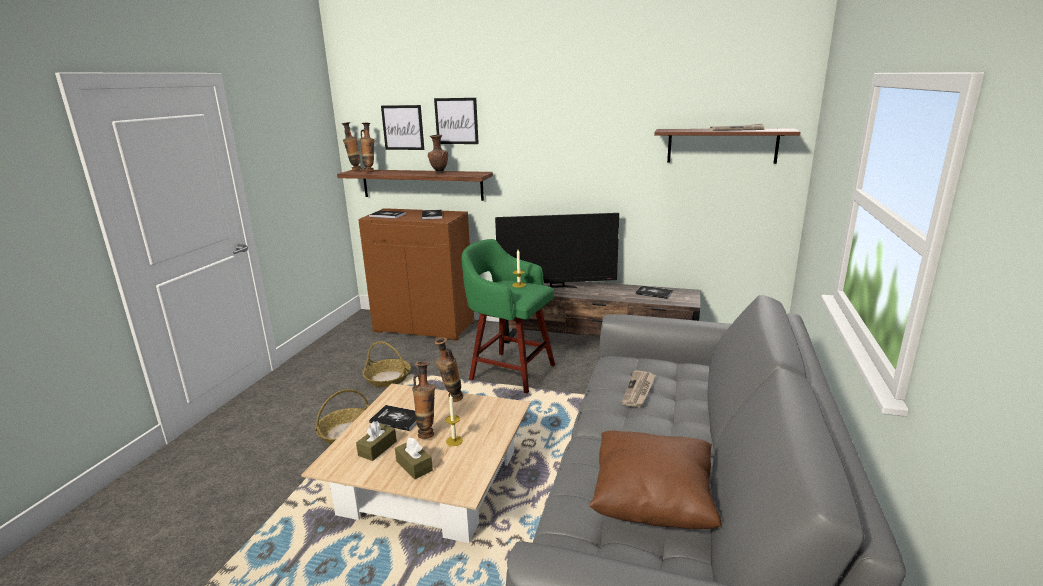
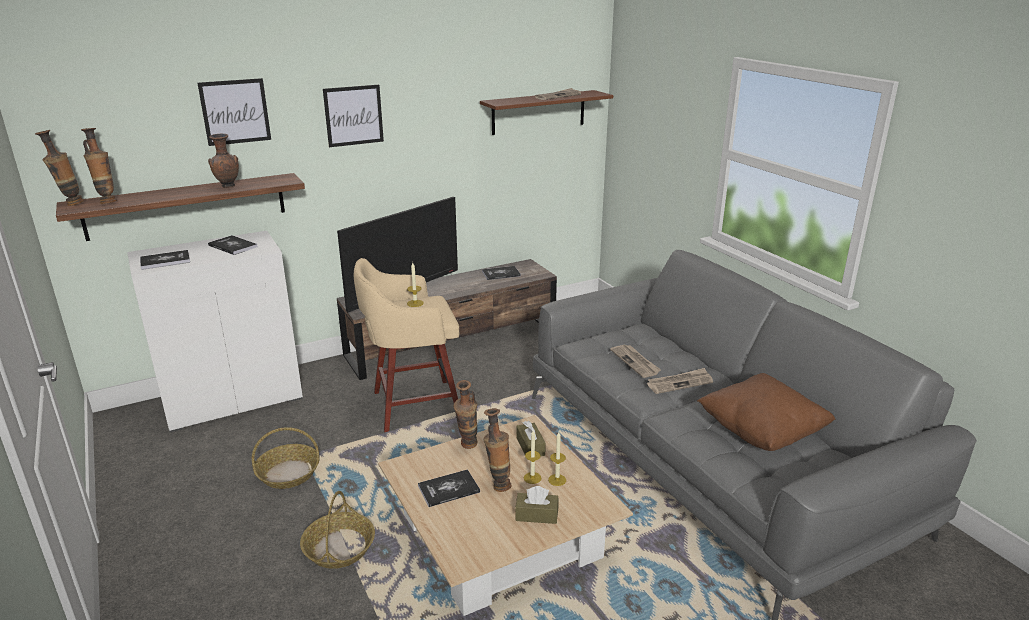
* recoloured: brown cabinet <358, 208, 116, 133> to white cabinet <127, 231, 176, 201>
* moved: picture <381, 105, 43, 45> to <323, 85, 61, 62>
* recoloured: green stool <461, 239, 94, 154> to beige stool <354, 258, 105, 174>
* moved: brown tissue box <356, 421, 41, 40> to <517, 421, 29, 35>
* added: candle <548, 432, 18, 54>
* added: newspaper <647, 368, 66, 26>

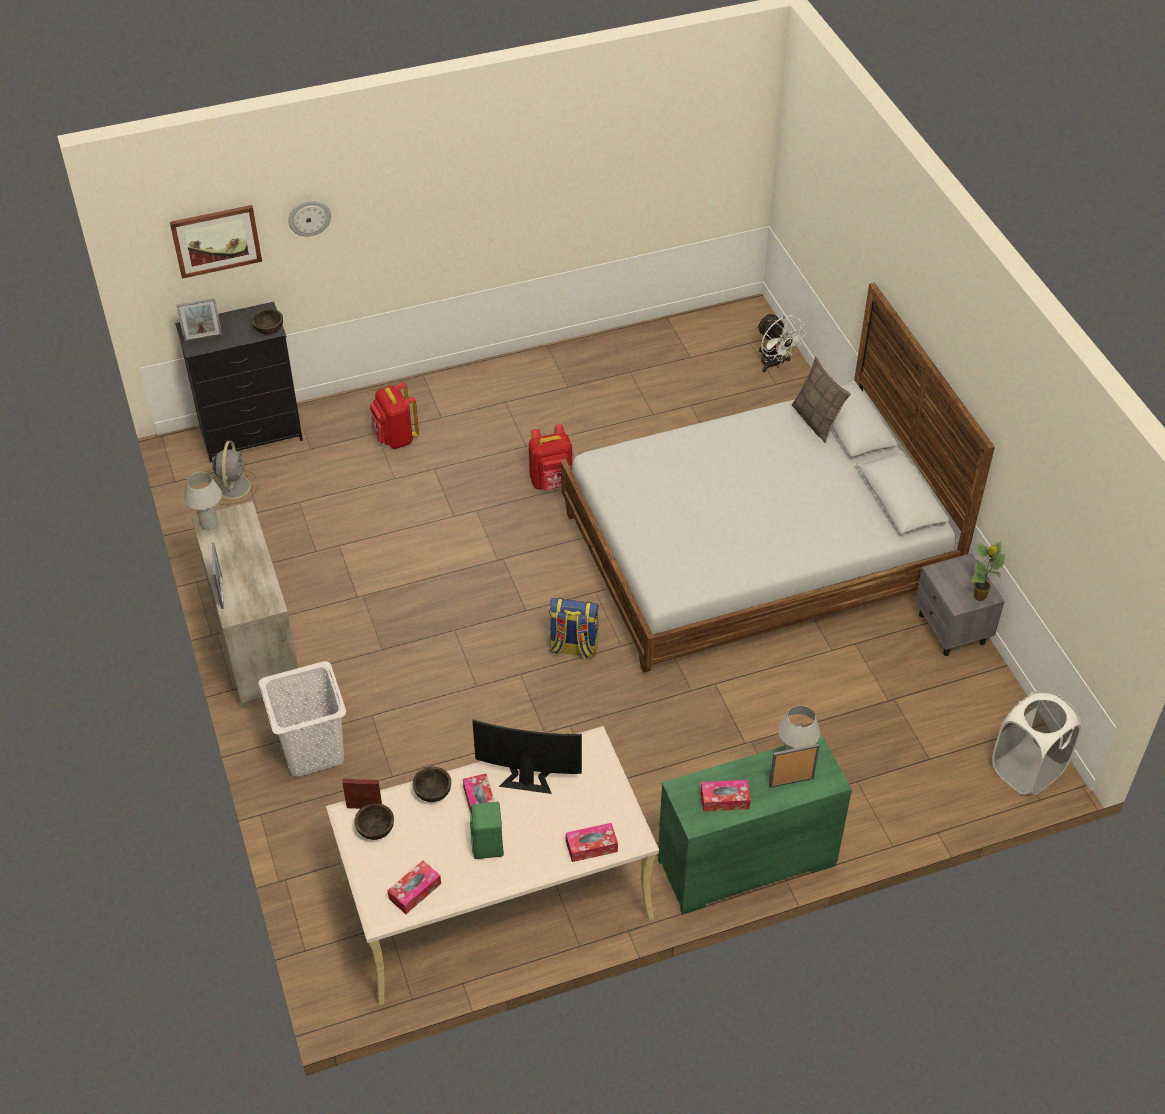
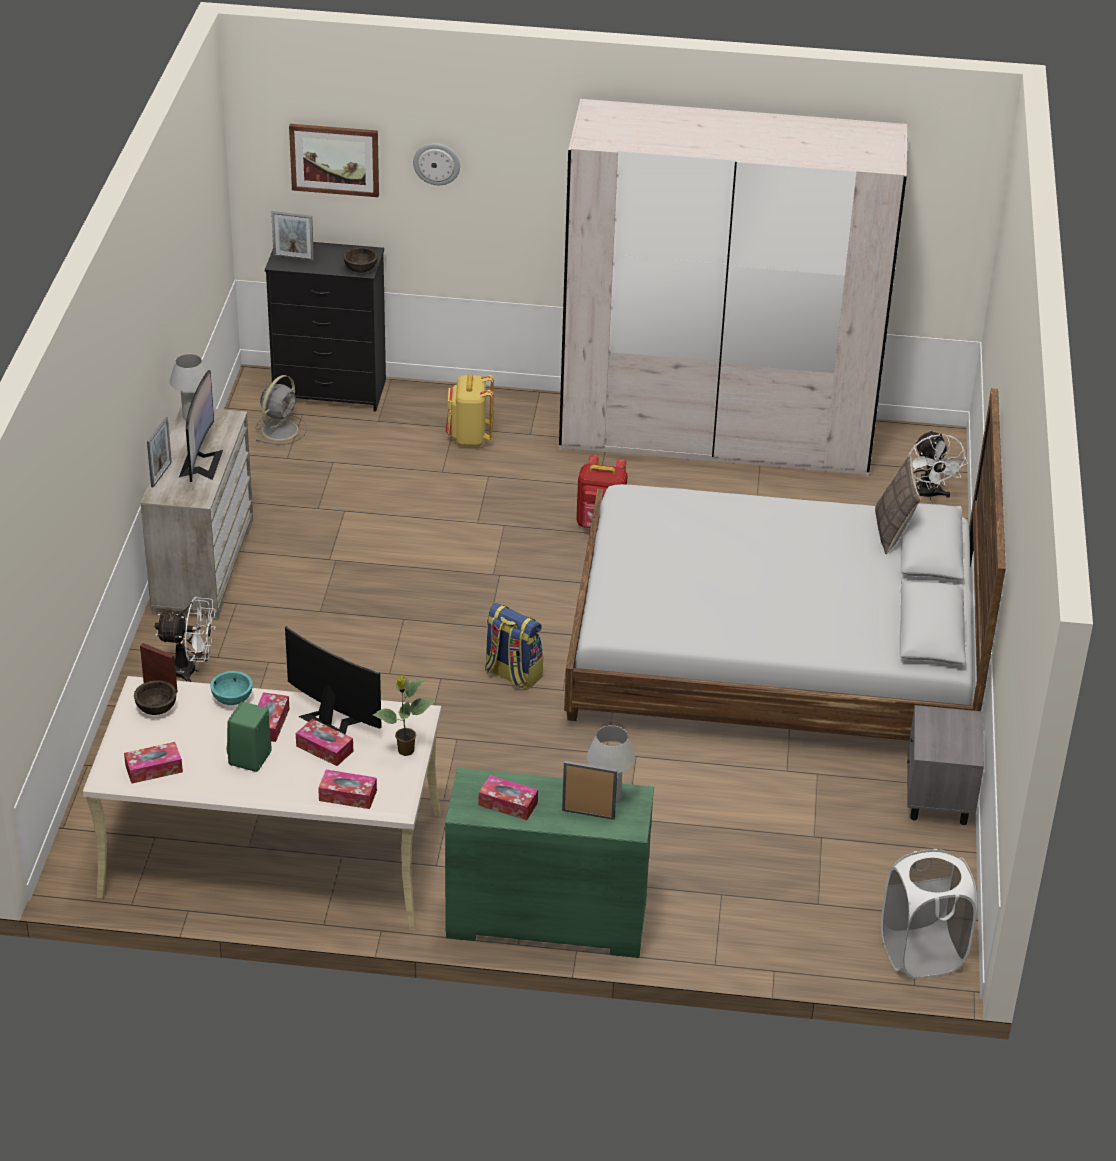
* replaced: white laundry basket <259, 661, 87, 116> to white fan <155, 597, 61, 85>
* added: monitor <179, 370, 44, 112>
* recoloured: brown bowl <413, 767, 38, 35> to turquoise bowl <210, 671, 43, 34>
* added: tissue box <296, 719, 57, 47>
* moved: potted plant <971, 541, 35, 60> to <373, 676, 61, 80>
* recoloured: red backpack <370, 382, 49, 67> to yellow backpack <446, 374, 48, 73>
* added: beige wardrobe <559, 99, 348, 378>

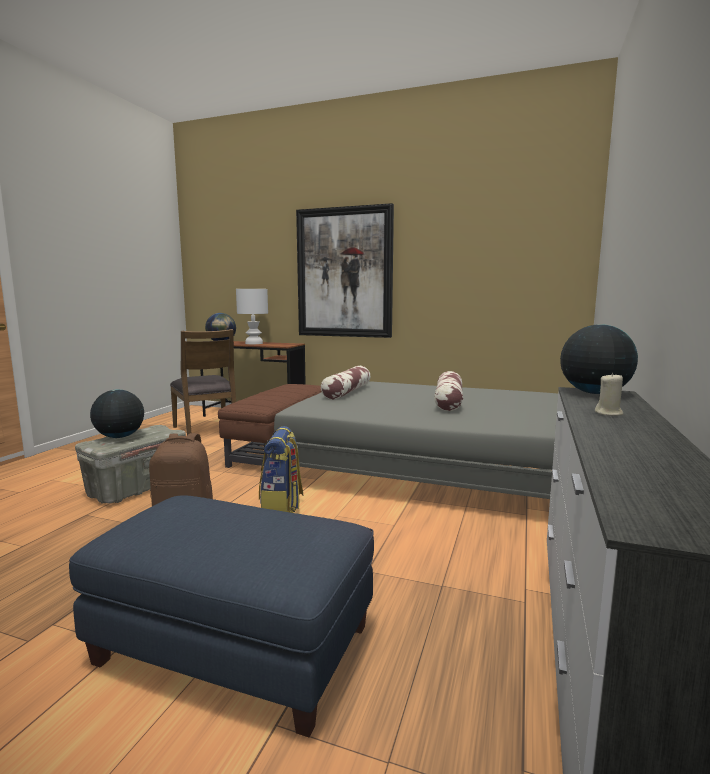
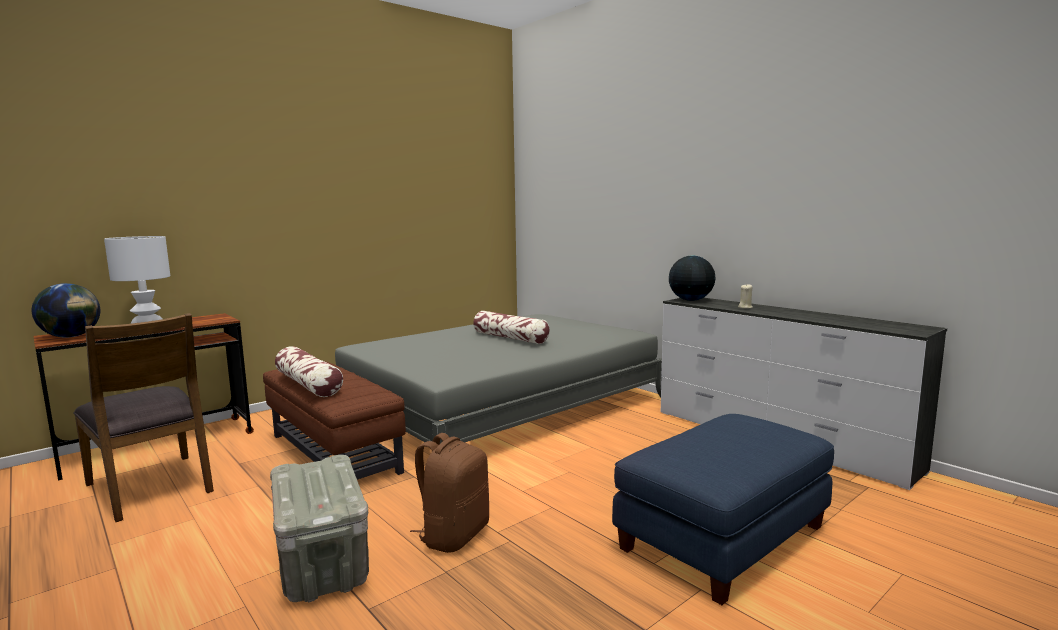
* turned: brown chair <170, 329, 66, 106> = <73, 313, 141, 209> 45 degrees clockwise
* moved: pillow <321, 366, 49, 34> to <275, 346, 68, 51>
* removed: globe <90, 389, 54, 49>
* removed: backpack <259, 426, 44, 87>
* removed: picture <296, 203, 98, 135>

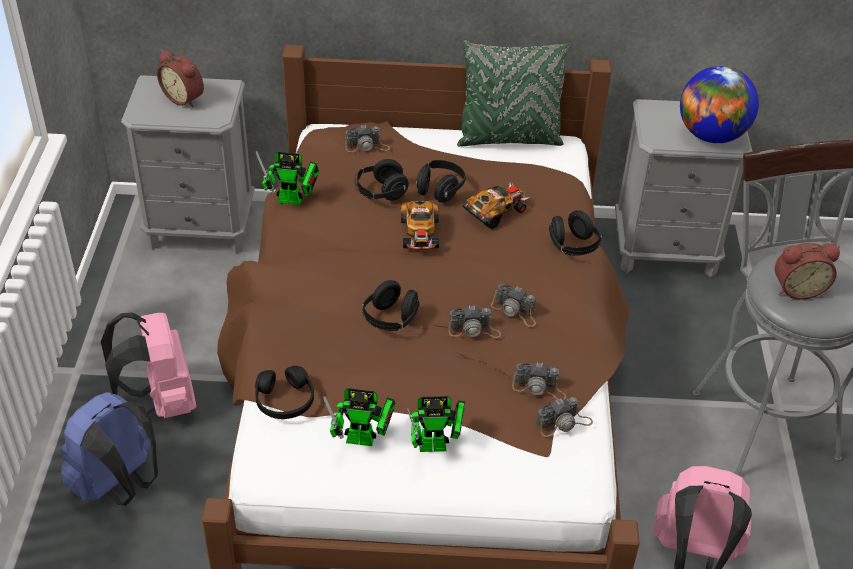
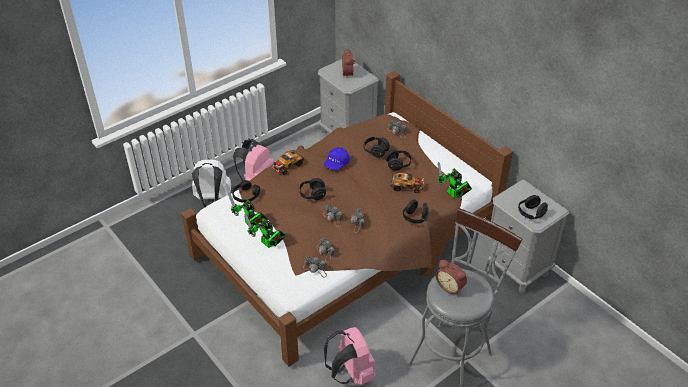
* recoloured: blue backpack <60, 392, 98, 114> to white backpack <192, 159, 39, 48>
* moved: toy car <401, 201, 38, 49> to <272, 150, 32, 25>
* added: blue cap <324, 147, 26, 23>
* moved: toy robot <256, 151, 63, 54> to <437, 162, 35, 36>
* replaced: globe <680, 66, 79, 77> to black headphones <518, 195, 30, 25>
* removed: green pillow <457, 40, 113, 107>

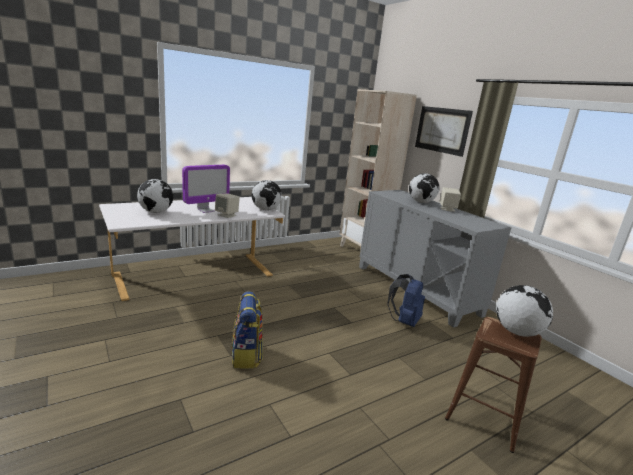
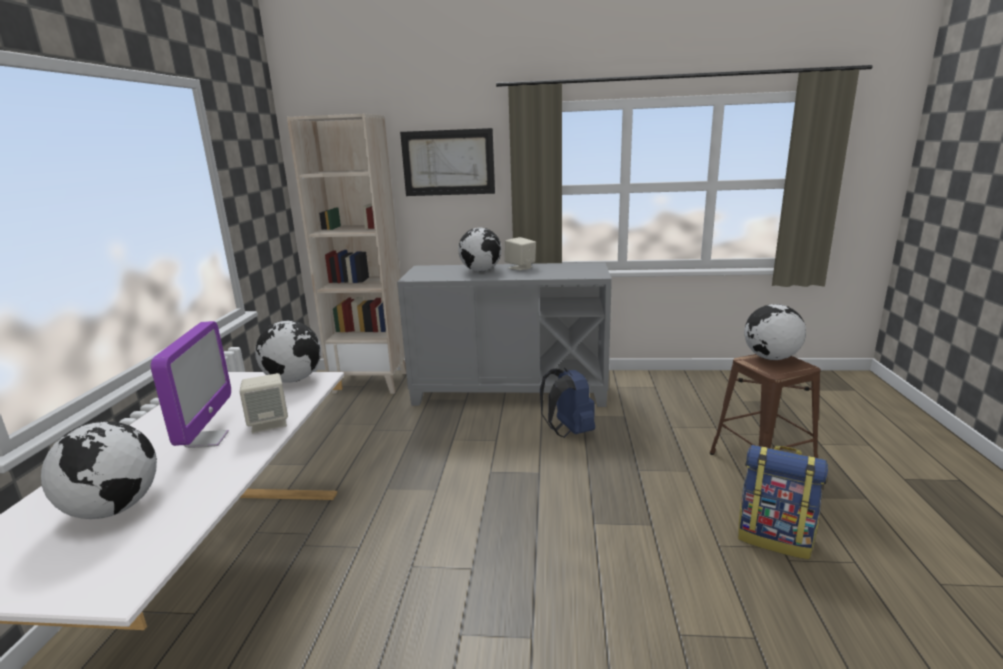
* moved: backpack <231, 292, 32, 77> to <738, 445, 90, 114>

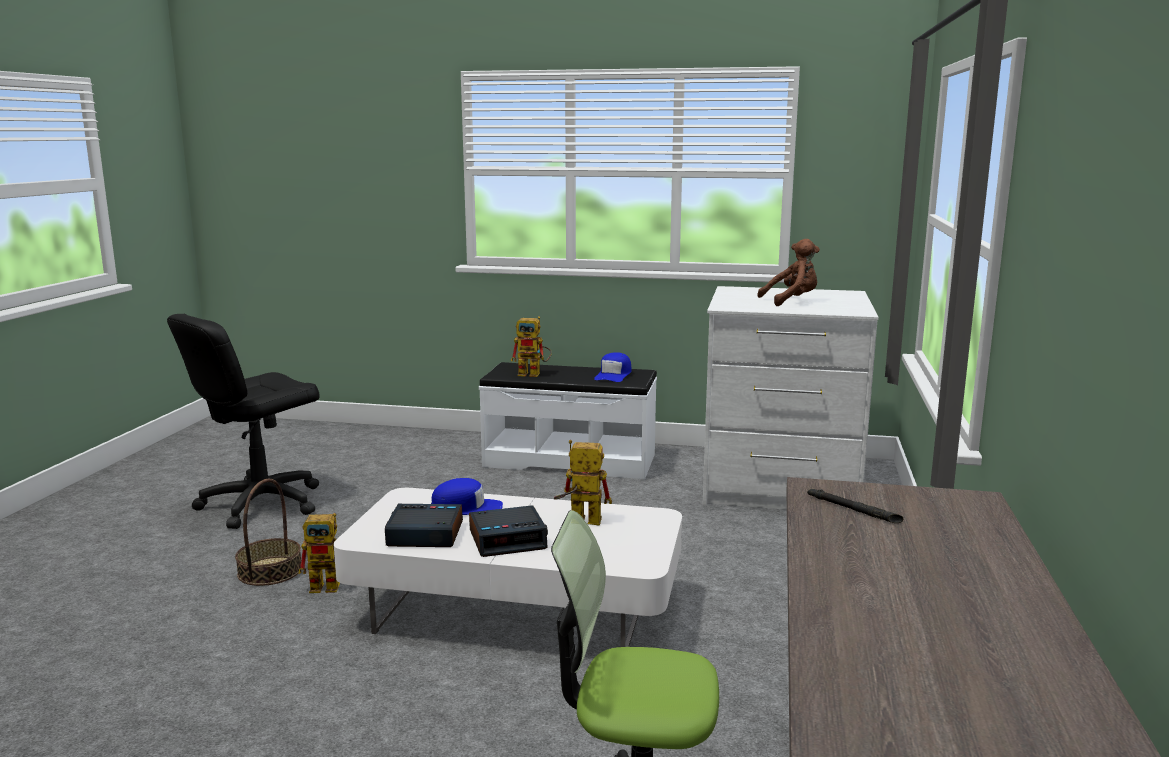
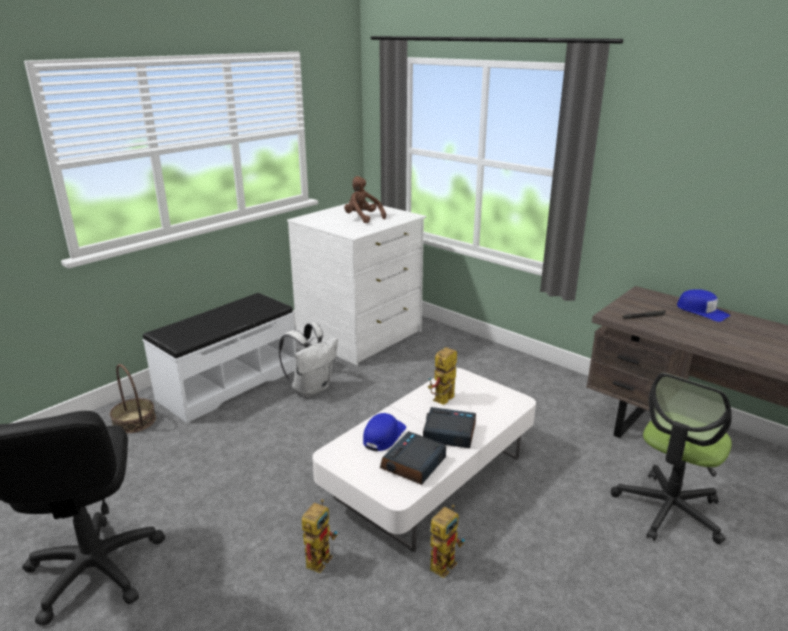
* moved: basket <235, 479, 67, 107> to <110, 364, 46, 69>
* added: white backpack <279, 322, 59, 75>
* turned: brown plush toy <757, 239, 63, 67> = <344, 176, 42, 47> 60 degrees counterclockwise
* turned: alarm clock <469, 505, 79, 52> = <423, 407, 53, 41> 90 degrees counterclockwise
* moved: toy robot <511, 316, 41, 61> to <430, 505, 35, 73>
* moved: blue cap <594, 352, 37, 30> to <677, 289, 53, 33>

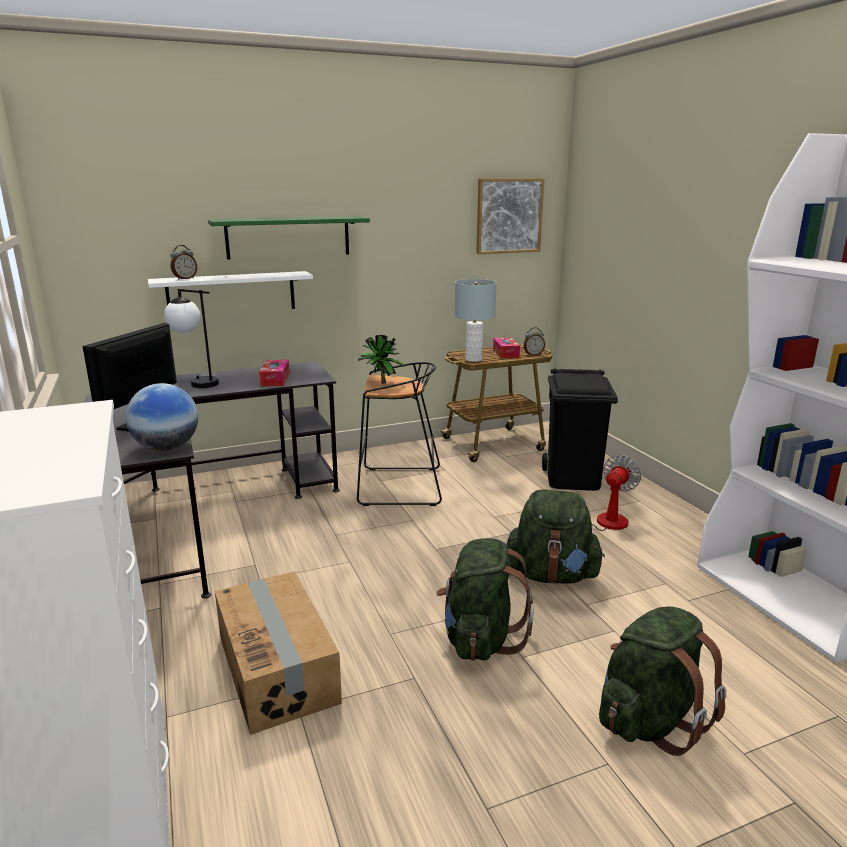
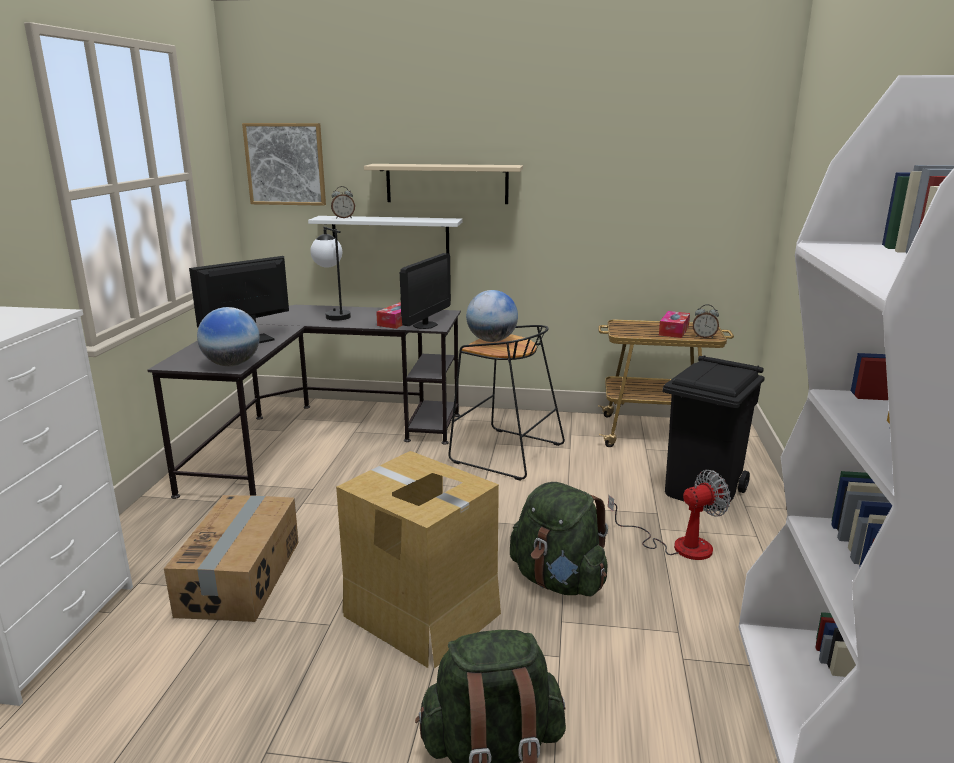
* moved: picture <476, 178, 68, 76> to <242, 123, 84, 83>
* replaced: green backpack <436, 538, 98, 123> to cardboard box <336, 451, 165, 218>
* recoloured: green shelf <208, 217, 162, 43> to beige shelf <364, 164, 159, 40>
* added: monitor <400, 253, 51, 76>
* replaced: potted plant <358, 335, 47, 49> to globe <466, 290, 52, 52>
* removed: grey table lamp <455, 279, 42, 83>

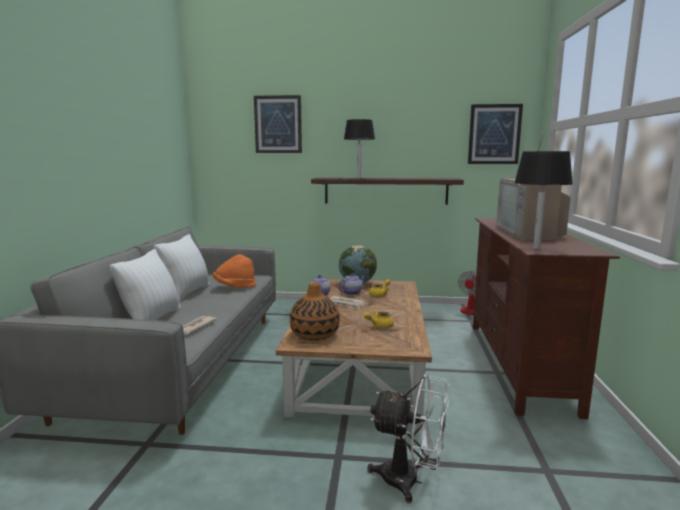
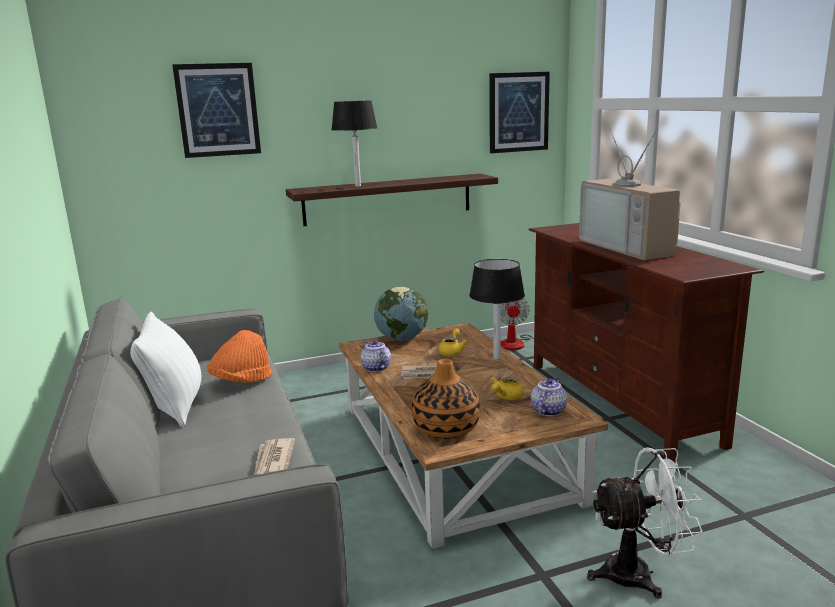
* moved: black table lamp <514, 151, 59, 98> to <469, 259, 56, 101>
* moved: teapot <338, 273, 27, 22> to <531, 377, 36, 39>
* removed: white pillow <110, 249, 71, 71>

